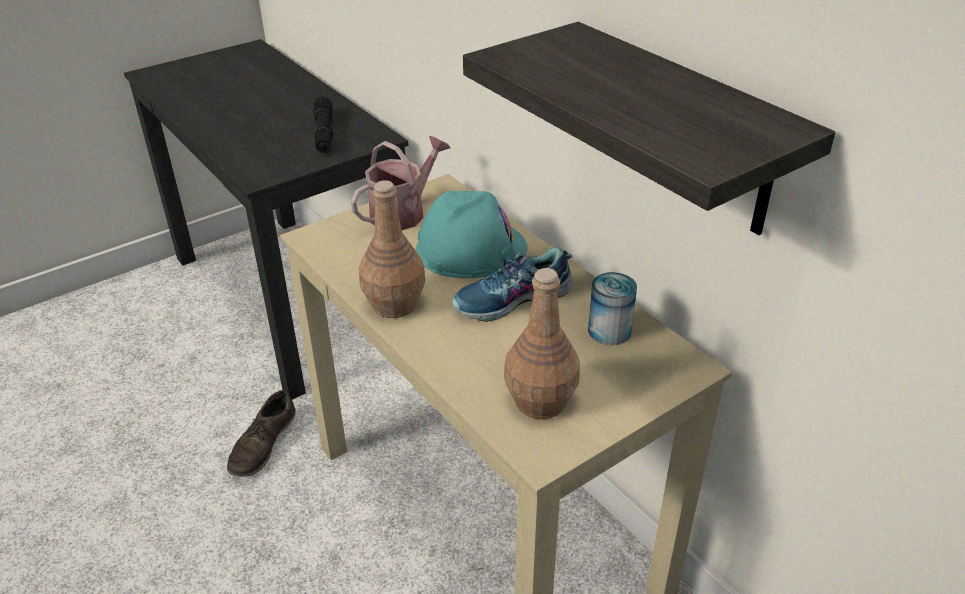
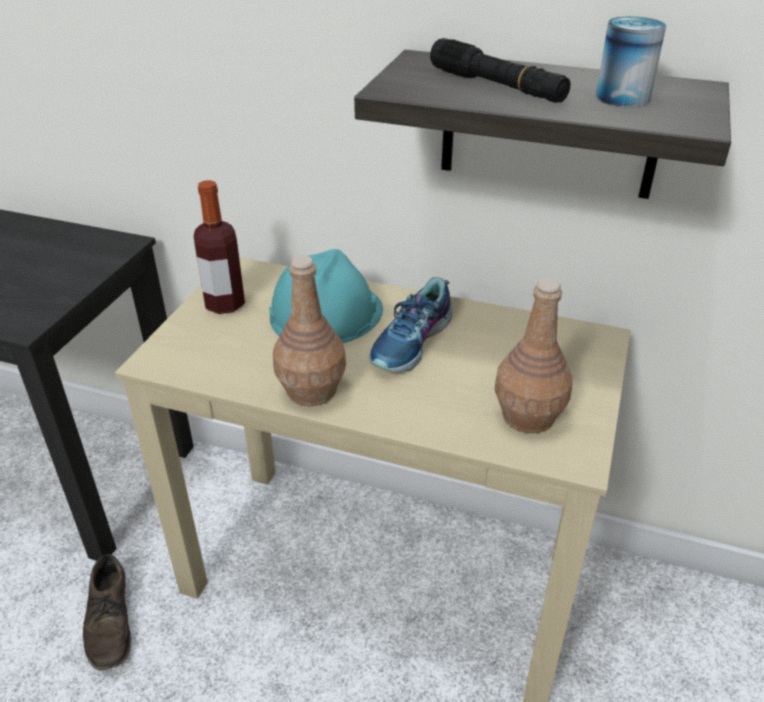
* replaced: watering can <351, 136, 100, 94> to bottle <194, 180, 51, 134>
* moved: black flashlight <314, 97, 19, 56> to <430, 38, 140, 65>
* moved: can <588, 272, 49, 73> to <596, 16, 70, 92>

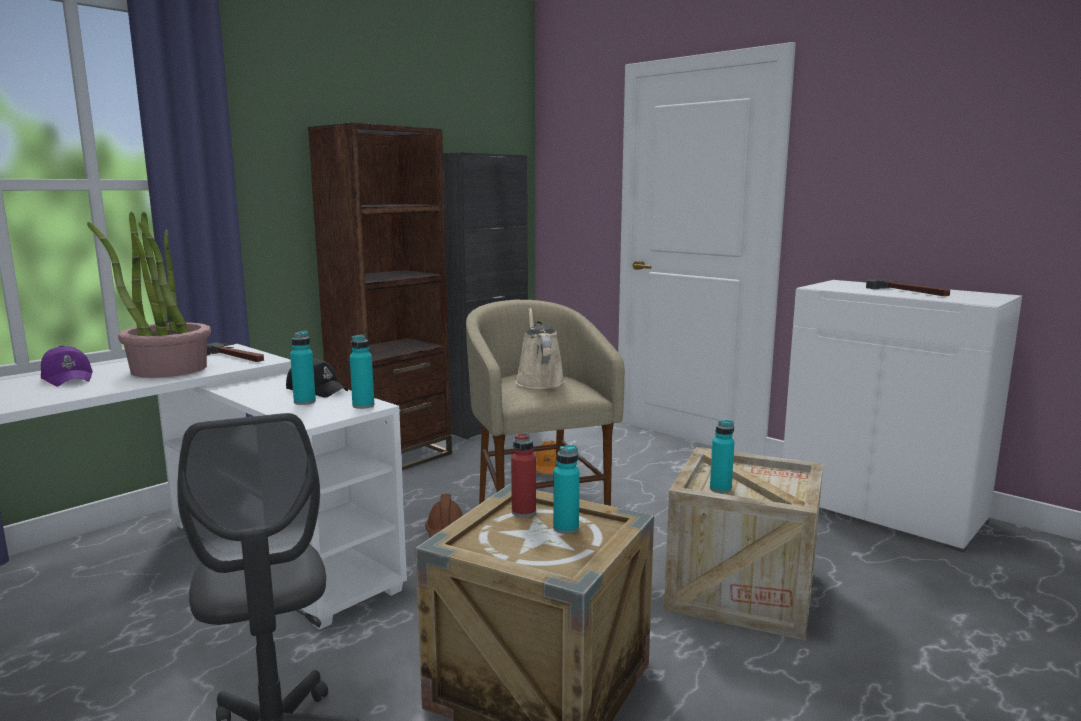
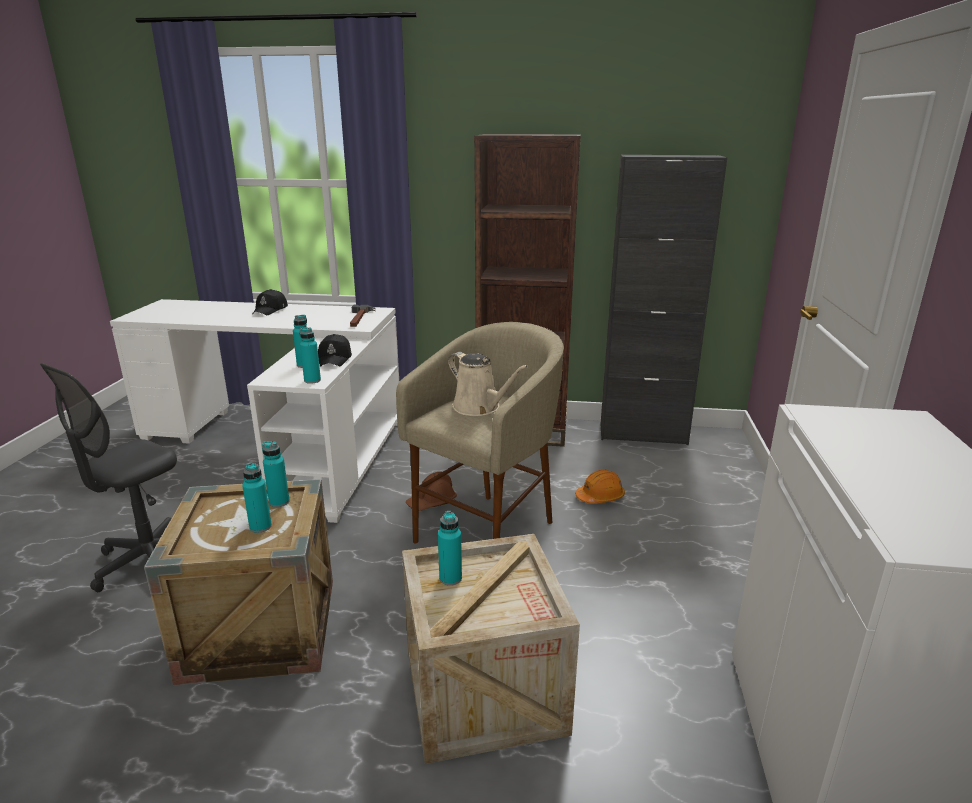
* recoloured: purple cap <41, 345, 52, 41> to black cap <253, 289, 35, 26>
* recoloured: red bottle <511, 433, 25, 84> to turquoise bottle <262, 441, 28, 66>
* turned: beige watering can <515, 308, 50, 81> = <448, 352, 80, 64> 90 degrees clockwise
* removed: potted plant <87, 212, 124, 166>
* removed: hammer <866, 279, 84, 17>

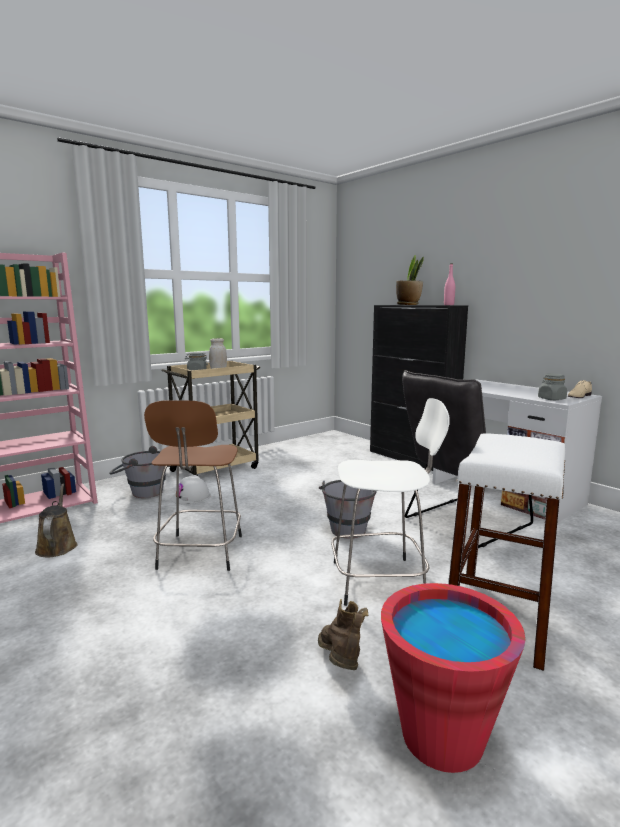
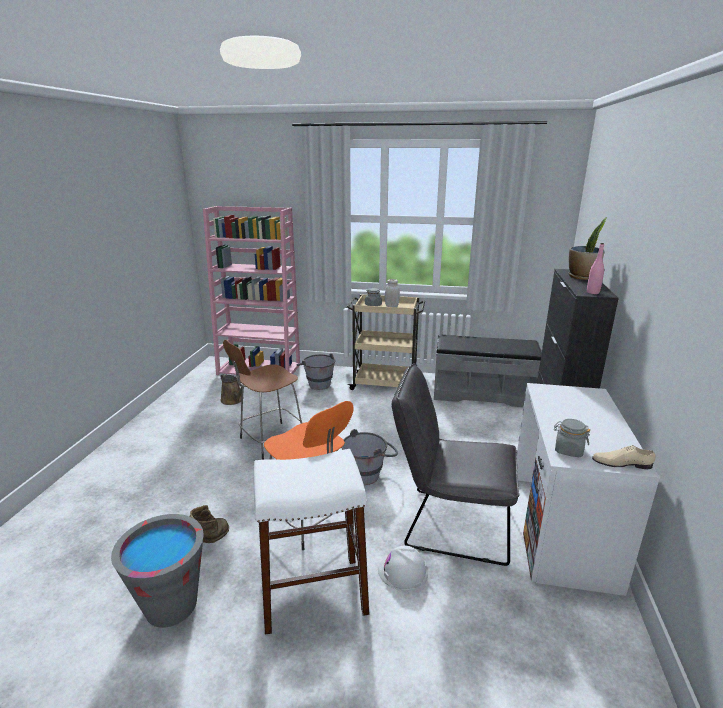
* recoloured: red bucket <381, 583, 144, 190> to grey bucket <111, 514, 93, 114>
* turned: brown watering can <35, 484, 43, 73> = <221, 374, 21, 31> 105 degrees clockwise
* recoloured: white stool <331, 398, 119, 208> to orange stool <264, 401, 90, 149>
* moved: white hard hat <171, 475, 40, 29> to <378, 545, 50, 46>
* added: grey bench <434, 334, 108, 73>

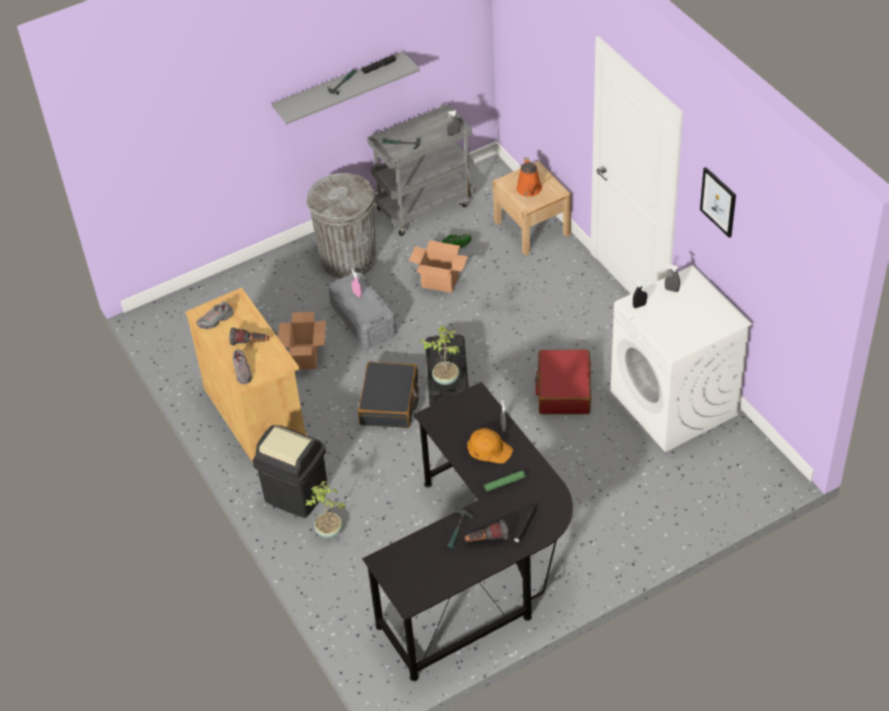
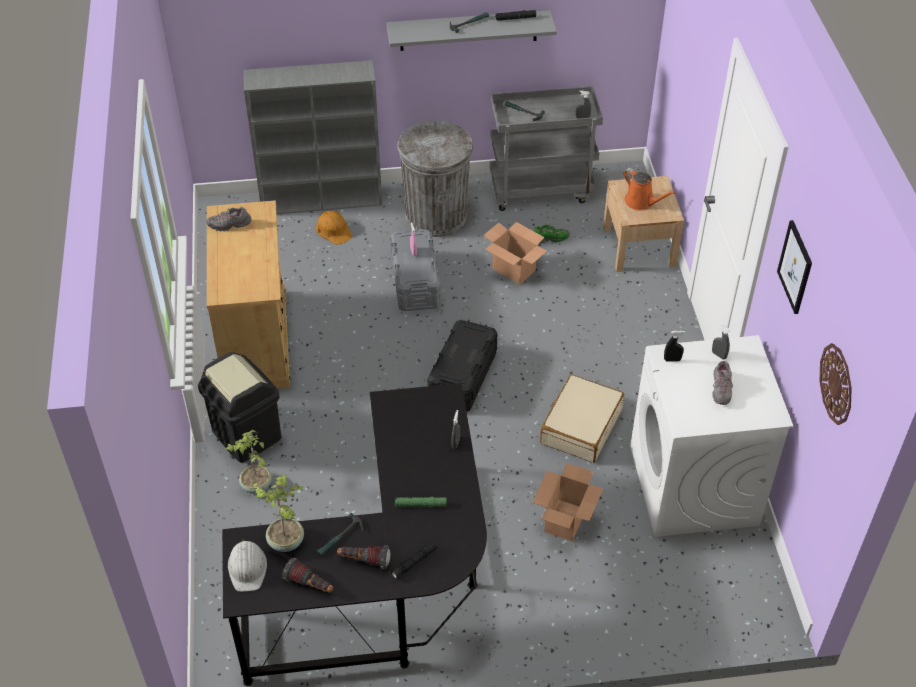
* added: white hard hat <228, 539, 39, 53>
* added: grey bookcase <243, 60, 139, 154>
* moved: potted plant <420, 325, 40, 60> to <253, 474, 51, 78>
* moved: flashlight <229, 327, 40, 19> to <282, 558, 52, 35>
* moved: orange hard hat <467, 428, 46, 36> to <316, 211, 36, 34>
* moved: cardboard box <278, 312, 48, 57> to <532, 463, 71, 78>
* recoloured: red suitcase <535, 349, 56, 65> to beige suitcase <540, 375, 84, 88>
* turned: orange watering can <516, 157, 26, 40> = <623, 168, 53, 43> 60 degrees counterclockwise
* moved: grey shoe <233, 350, 19, 34> to <712, 361, 21, 44>
* added: wall clock <820, 343, 32, 82>
* removed: black suitcase <358, 362, 61, 66>

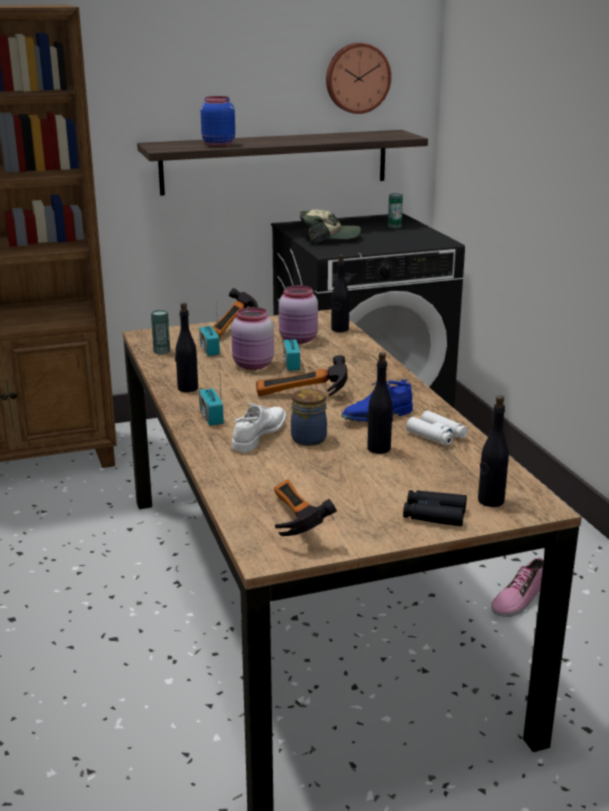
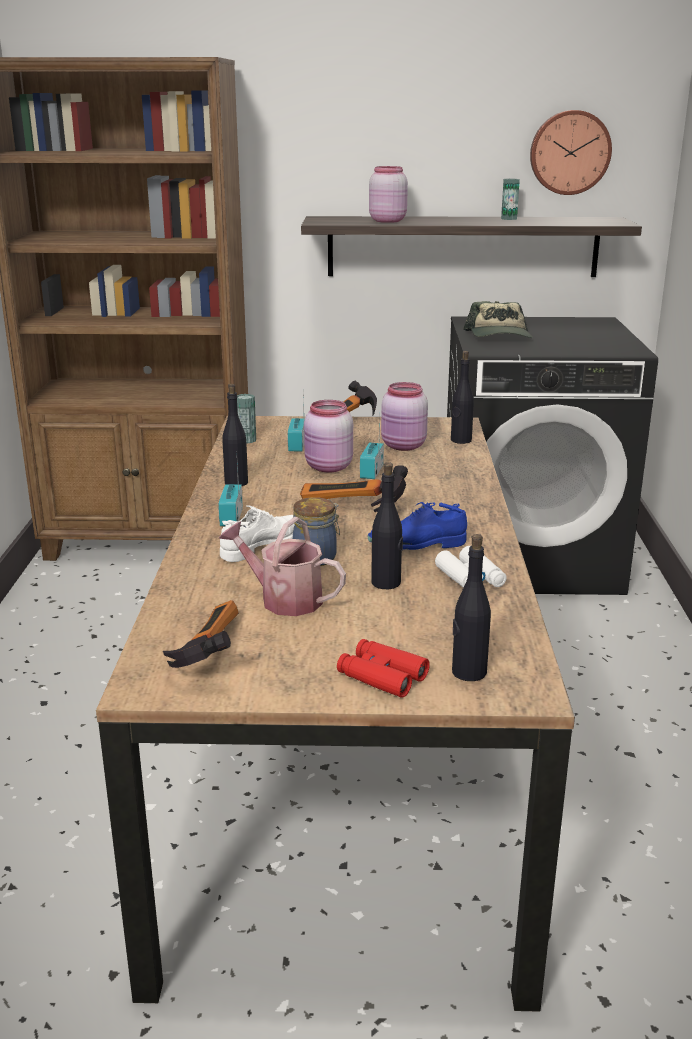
* added: watering can <219, 517, 127, 99>
* recoloured: black binoculars <403, 490, 64, 36> to red binoculars <337, 639, 93, 59>
* recoloured: blue jar <201, 96, 34, 50> to pink jar <369, 166, 39, 57>
* turned: cap <300, 210, 61, 34> = <463, 301, 70, 37> 75 degrees clockwise
* moved: can <388, 193, 15, 35> to <501, 179, 19, 41>
* removed: shoe <491, 558, 53, 59>

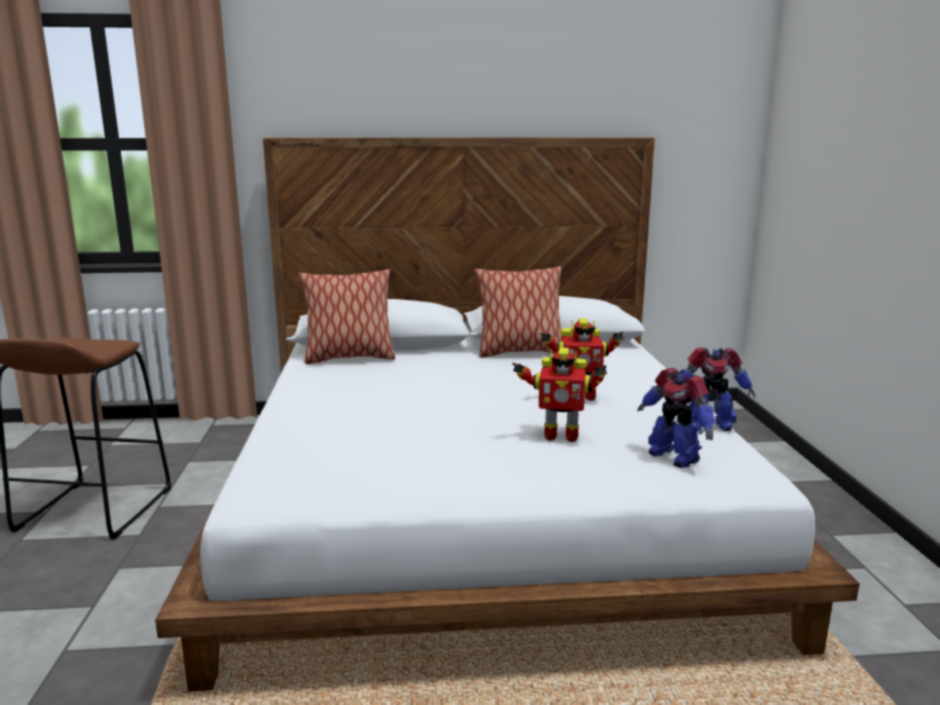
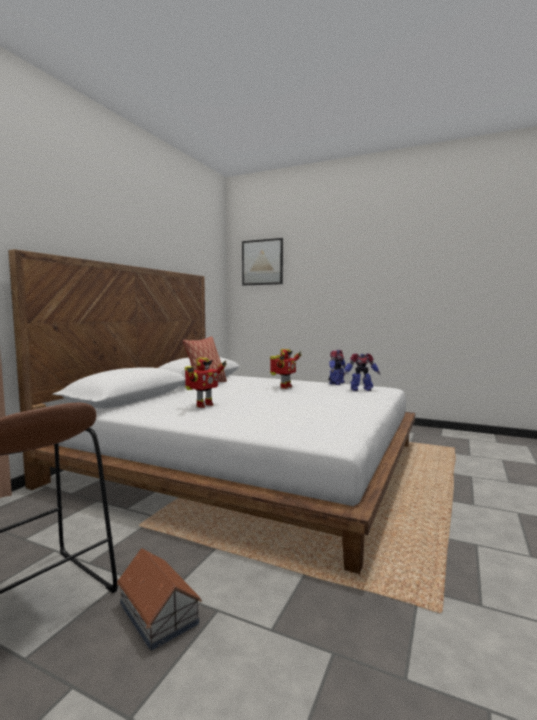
* added: toy house <117, 548, 85, 103>
* moved: toy robot <512, 347, 95, 95> to <185, 358, 42, 50>
* added: picture <242, 238, 41, 47>
* removed: pillow <299, 269, 96, 95>

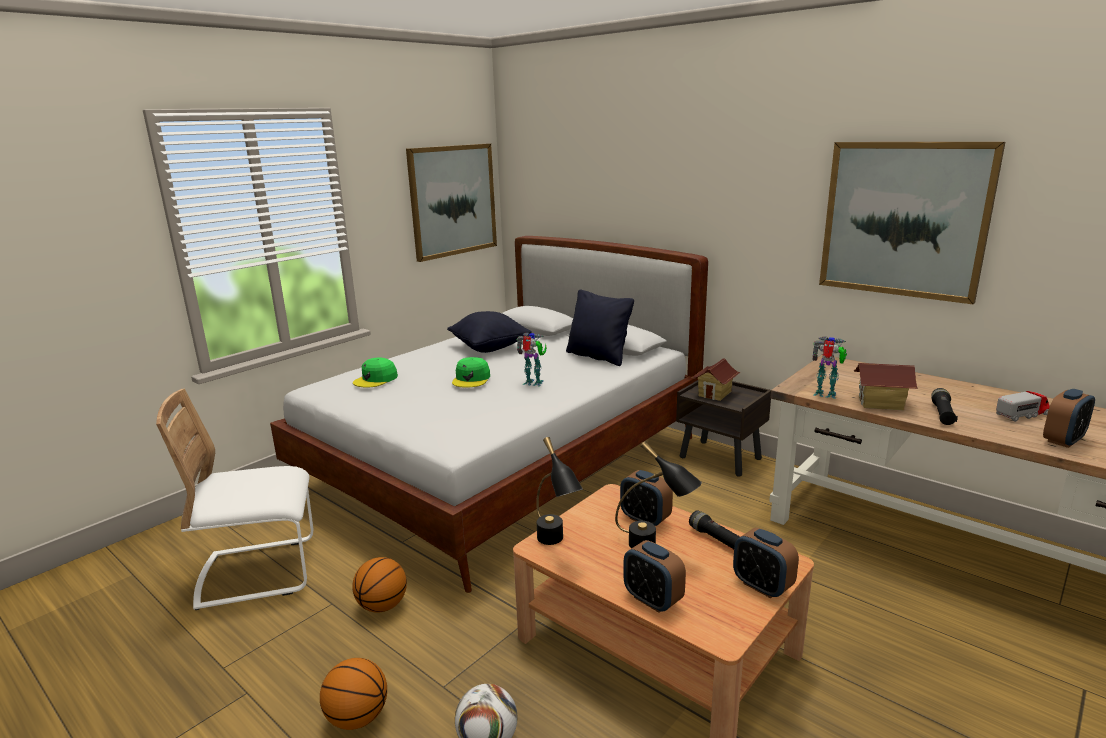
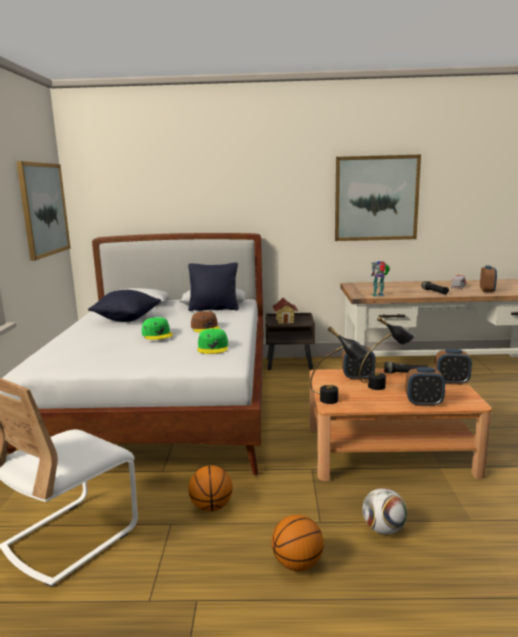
* replaced: toy robot <516, 333, 31, 53> to brown cap <191, 311, 29, 21>
* moved: green cap <353, 357, 45, 30> to <198, 329, 30, 25>
* removed: toy house <854, 363, 64, 48>

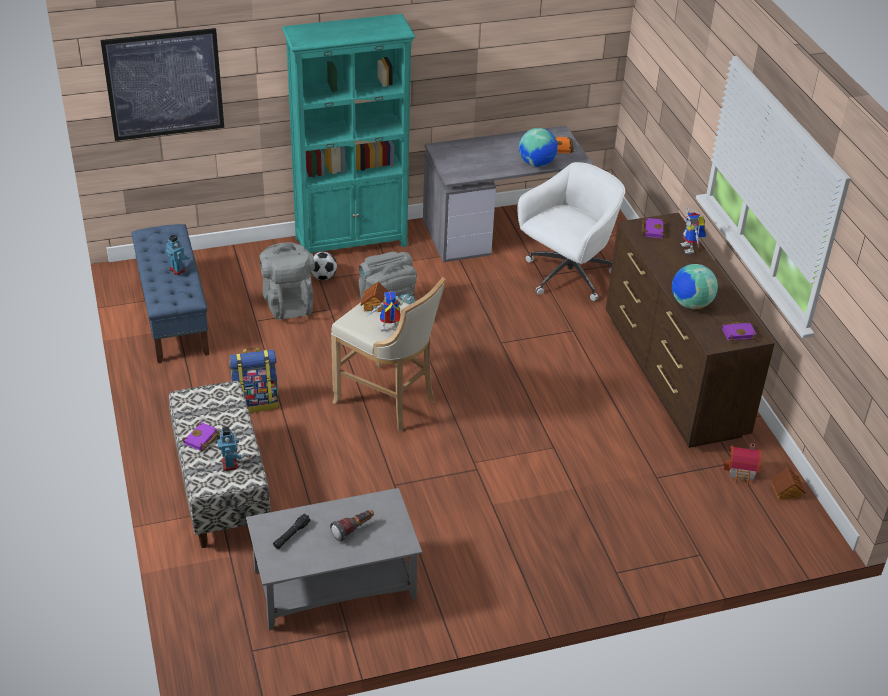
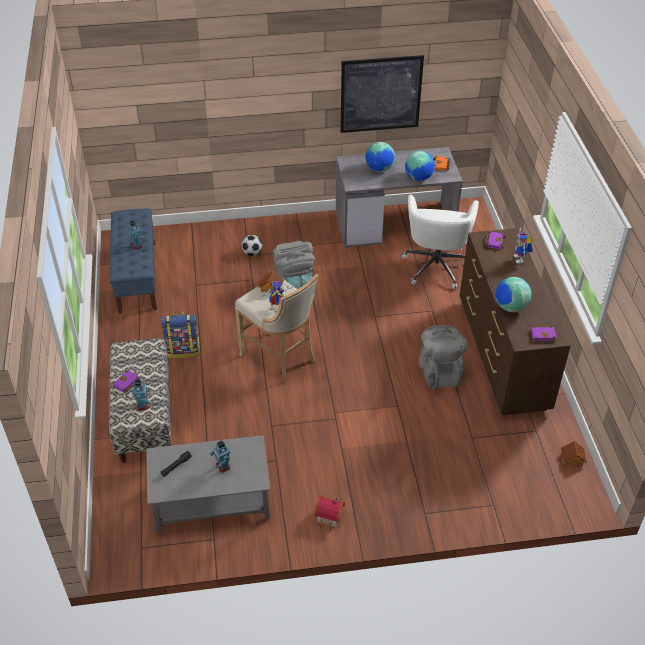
* replaced: flashlight <330, 510, 44, 32> to toy robot <210, 440, 20, 33>
* moved: toy house <724, 443, 38, 42> to <314, 496, 31, 35>
* moved: picture <100, 28, 124, 113> to <340, 55, 84, 78>
* added: globe <365, 142, 30, 30>
* turned: white office chair <517, 162, 108, 139> = <402, 195, 77, 94> 135 degrees clockwise
* moved: grey backpack <260, 242, 55, 78> to <419, 325, 48, 65>
* removed: turquoise bookcase <282, 14, 134, 239>

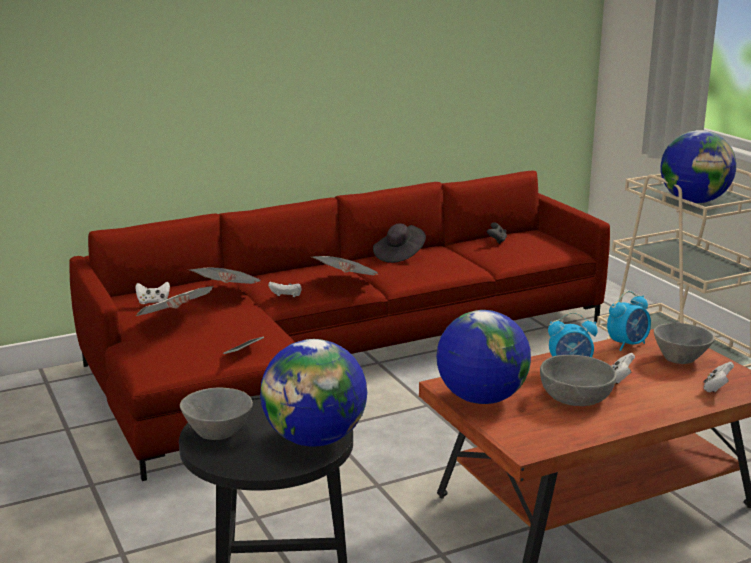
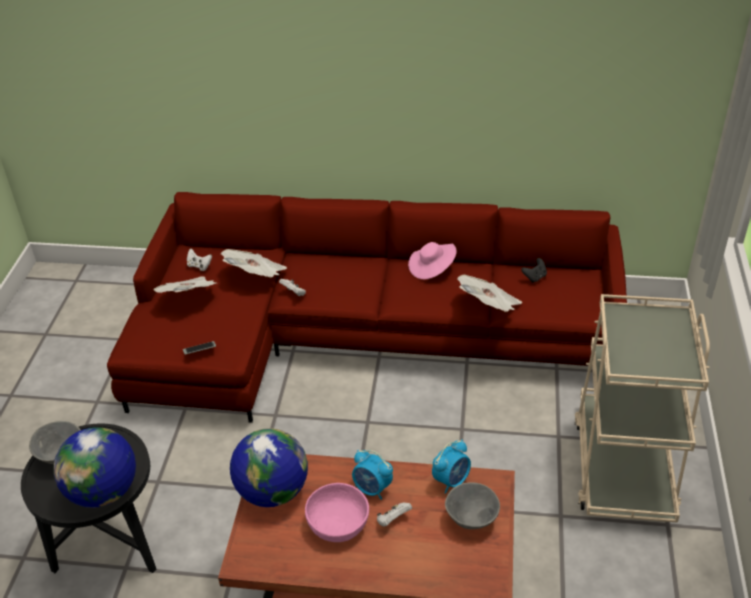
* recoloured: grey bowl <540, 355, 76, 51> to pink bowl <305, 483, 64, 59>
* recoloured: black hat <373, 224, 53, 39> to pink hat <408, 242, 49, 37>
* turned: alarm clock <607, 291, 44, 60> = <432, 439, 39, 55> 45 degrees counterclockwise
* moved: newspaper <312, 256, 66, 19> to <457, 275, 65, 37>
* removed: globe <661, 130, 75, 73>
* removed: white game controller <703, 362, 31, 31>

